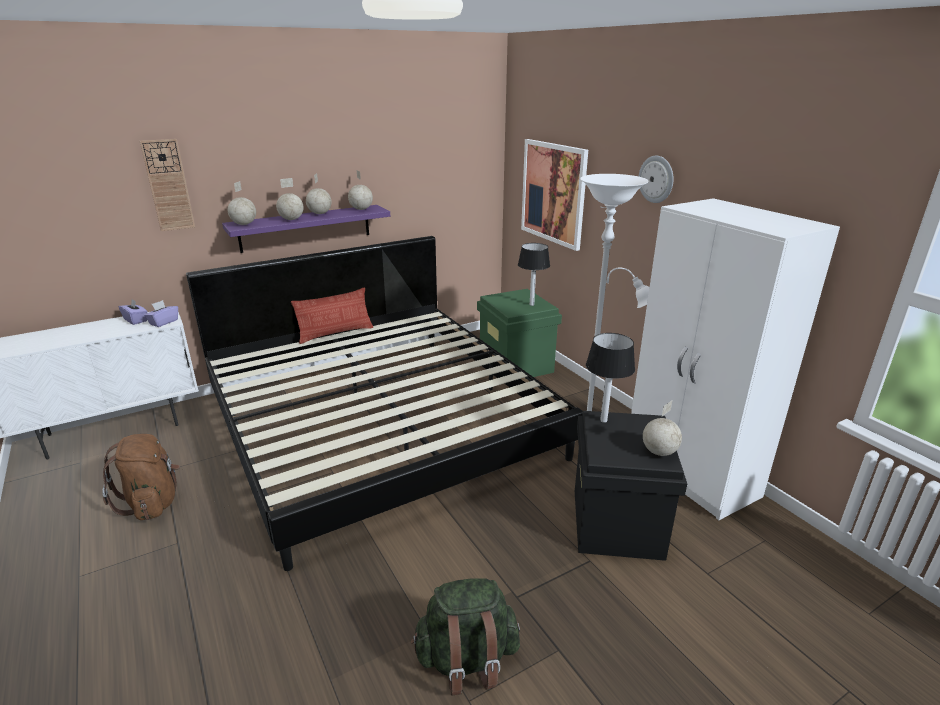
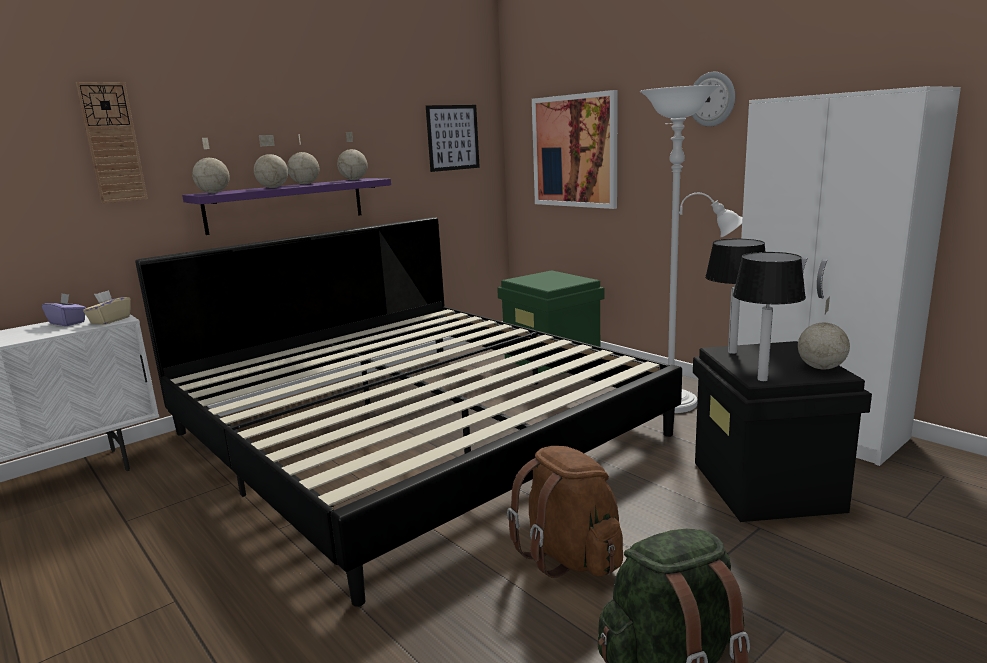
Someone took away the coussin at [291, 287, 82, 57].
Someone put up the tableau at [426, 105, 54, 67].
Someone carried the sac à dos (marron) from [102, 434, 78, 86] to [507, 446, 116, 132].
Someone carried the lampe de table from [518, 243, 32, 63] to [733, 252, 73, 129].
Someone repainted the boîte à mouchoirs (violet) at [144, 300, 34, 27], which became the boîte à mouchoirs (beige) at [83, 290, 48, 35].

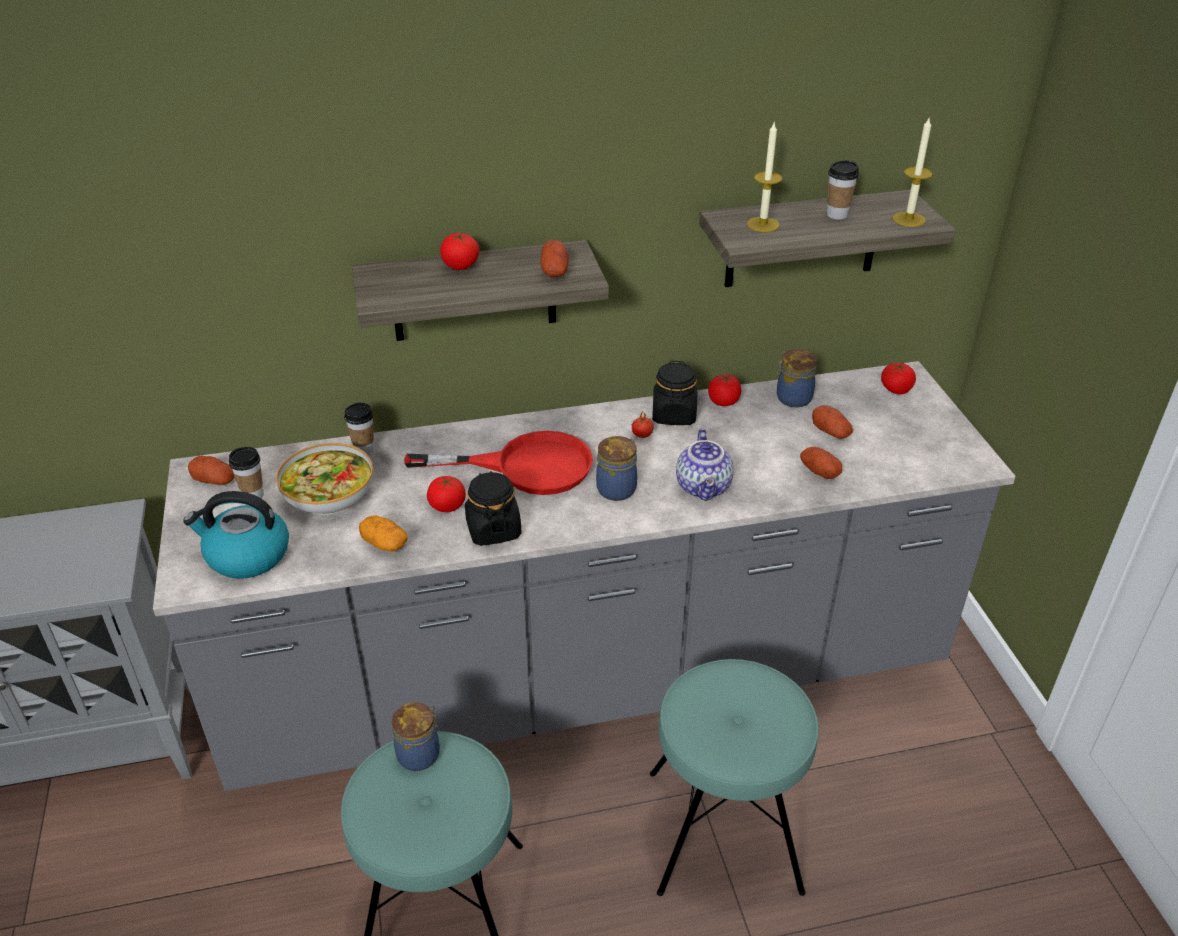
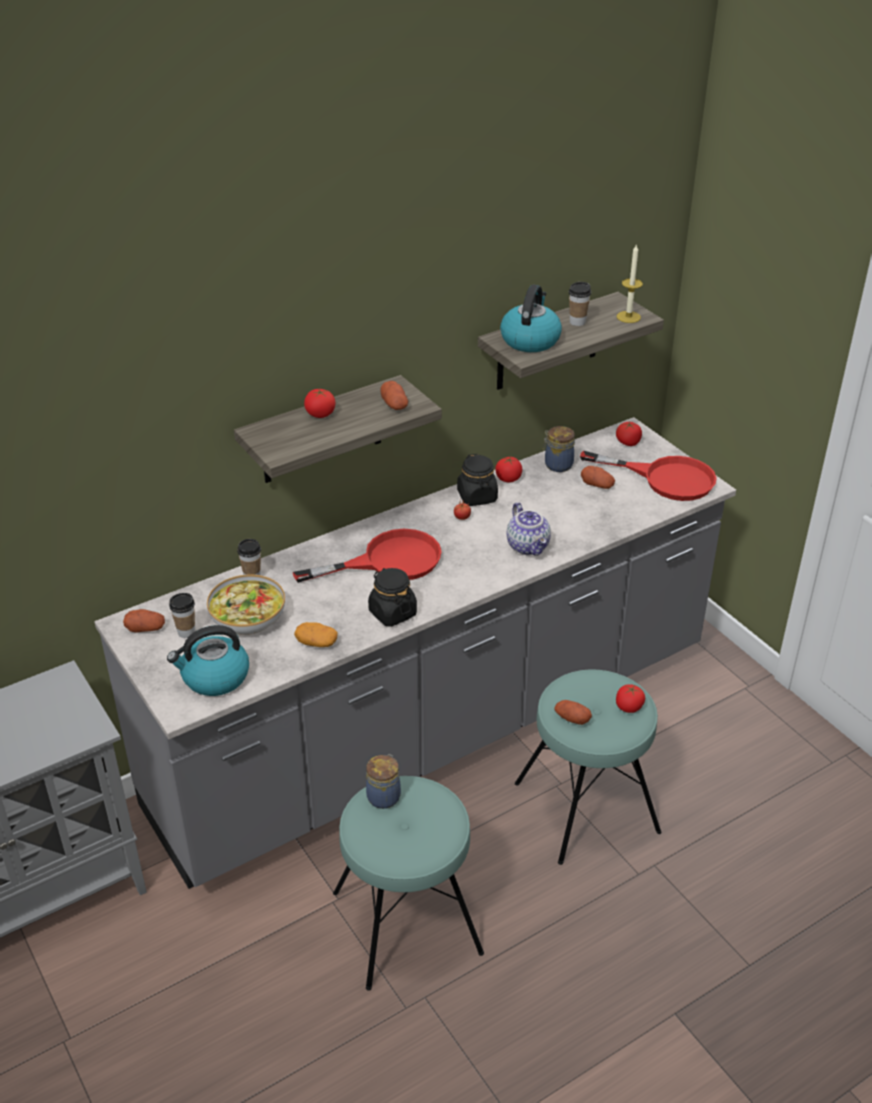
Someone took away the bocal at [596, 436, 41, 65].
Someone put down the poêle (rouge) at [580, 450, 137, 51].
Someone carried the tomate from [427, 476, 39, 36] to [616, 684, 29, 29].
Someone carried the pomme de terre from [800, 447, 42, 32] to [554, 700, 38, 25].
Someone swapped the bougie at [747, 123, 35, 109] for the bouilloire at [500, 285, 62, 67].

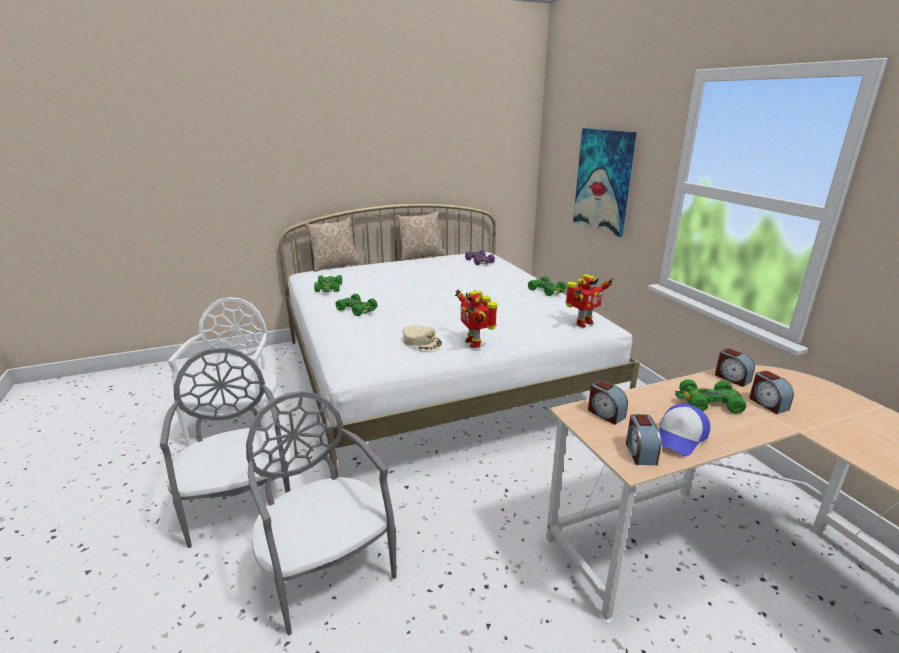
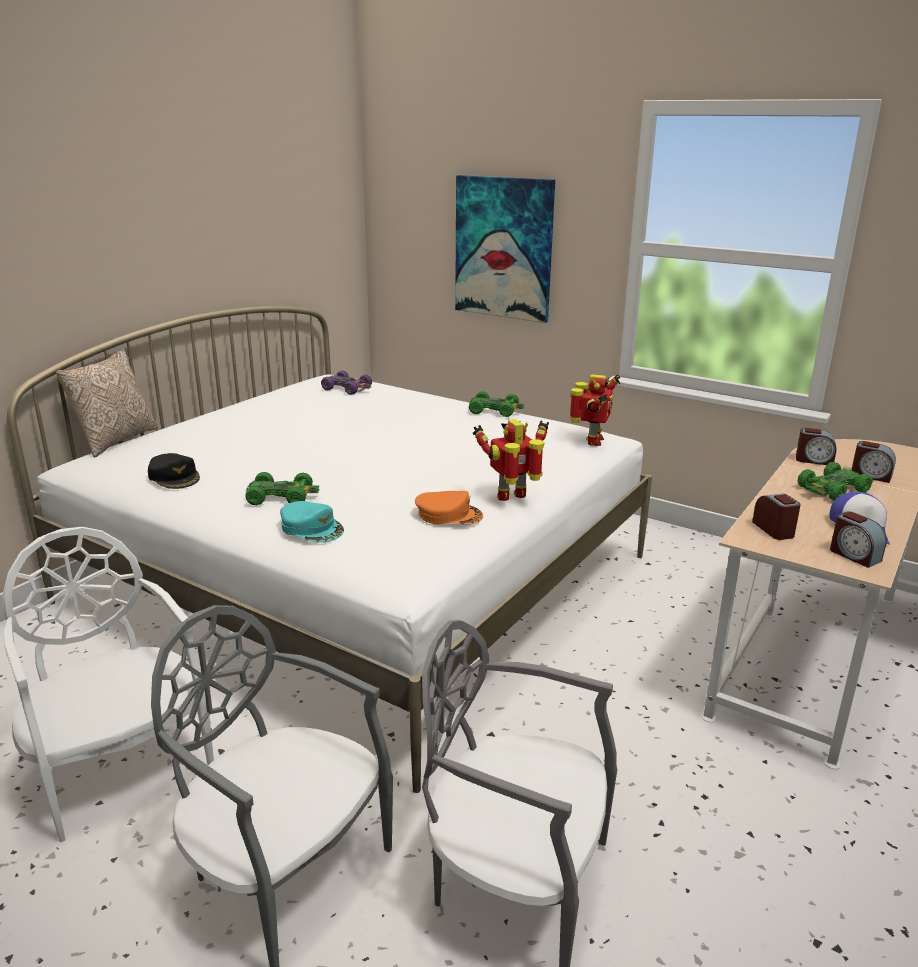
Someone took away the coussin at [396, 211, 49, 50].
Someone put down the casquette (turquoise) at [280, 501, 64, 42].
Someone swapped the petite voiture (vert) at [314, 275, 28, 17] for the casquette (noir) at [148, 453, 52, 36].
Someone repainted the casquette (beige) at [402, 325, 40, 26], which became the casquette (orange) at [415, 491, 68, 33].
Someone rotated the robot jouet at [455, 290, 42, 58] by 120 degrees clockwise.
Someone rotated the réveil at [588, 380, 40, 45] by 120 degrees counterclockwise.

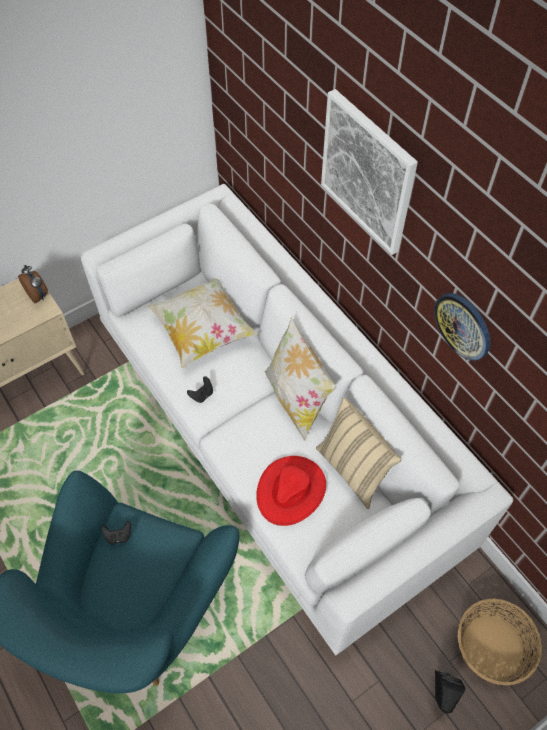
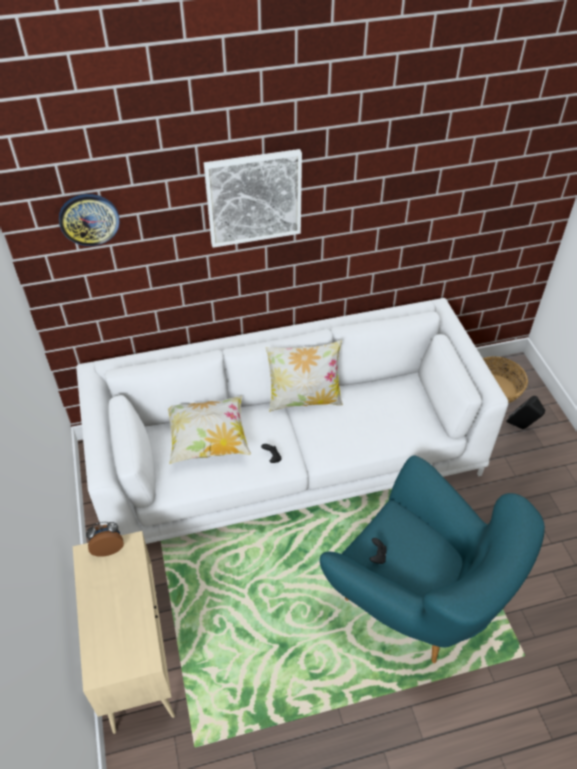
Someone took away the chapeau (rouge) at [256, 456, 70, 70].
Someone took away the coussin (beige) at [316, 397, 86, 112].
Someone carried the horloge murale from [434, 293, 56, 68] to [59, 194, 61, 52].

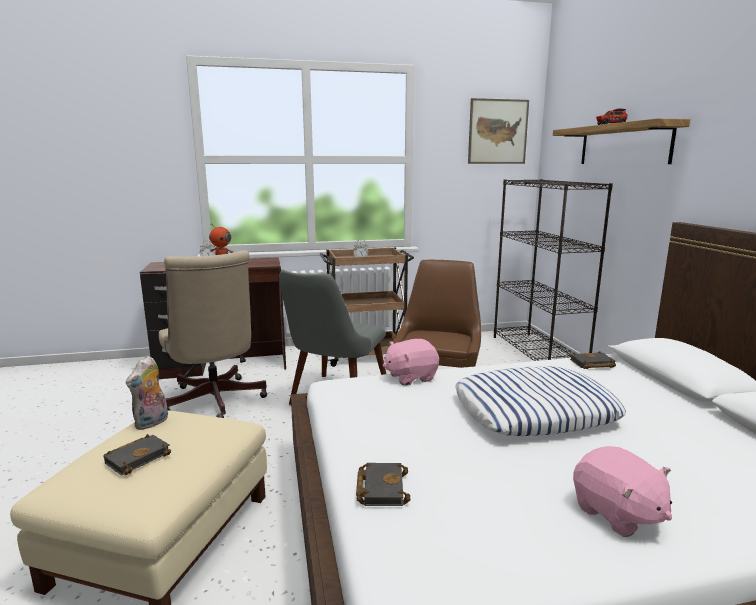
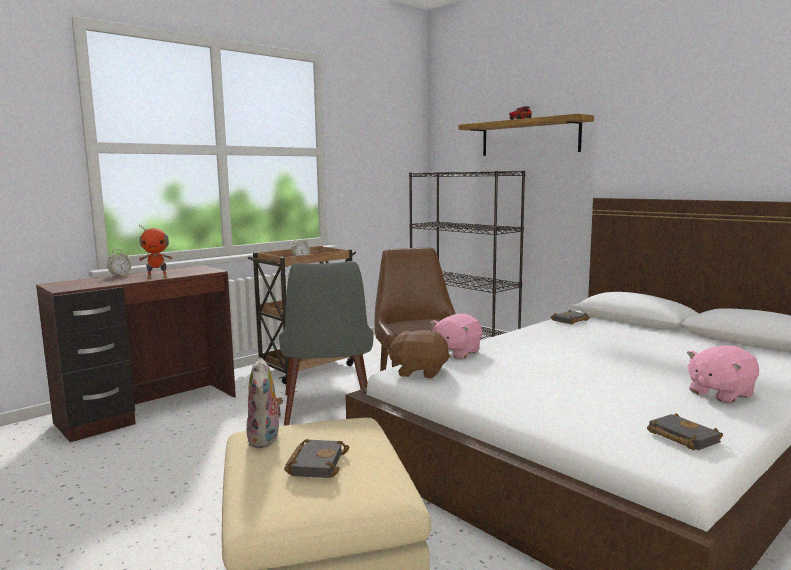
Someone took away the chaise de bureau (beige) at [159, 250, 108, 168].
Someone took away the coussin at [455, 366, 171, 70].
Someone took away the tableau at [468, 98, 61, 66].
Someone put down the peluche (marron) at [386, 330, 64, 48].
Someone carried the livre (noir) from [356, 463, 55, 43] to [647, 413, 76, 38].
Someone rotated the peluche (rose) at [573, 446, 99, 91] by 120 degrees clockwise.

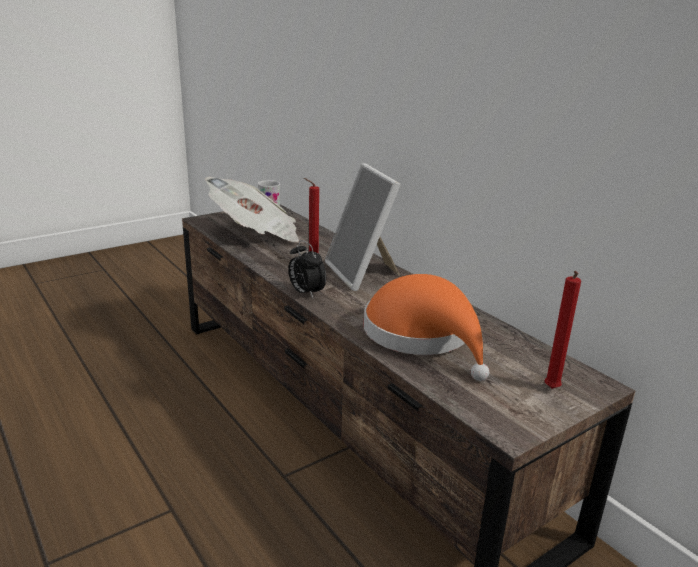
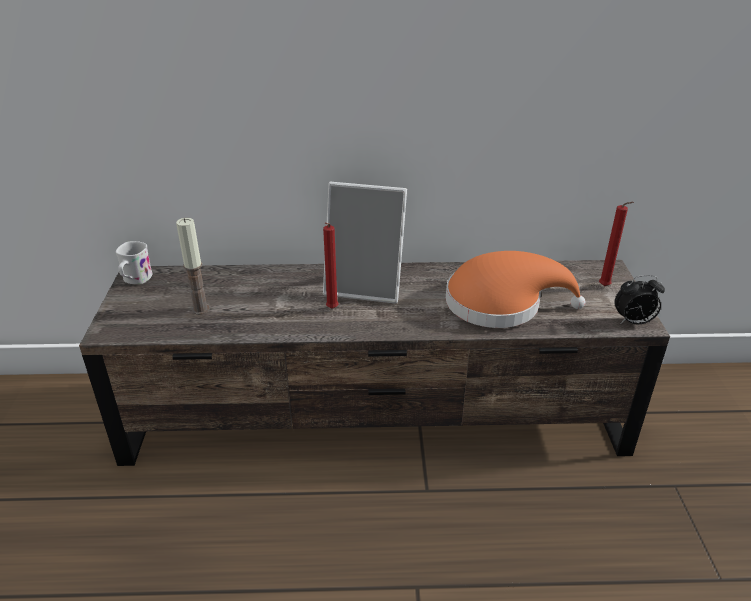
Someone carried the réveil from [288, 240, 38, 58] to [614, 275, 51, 49].
Someone swapped the journal at [205, 177, 94, 66] for the bougie at [176, 218, 34, 97].

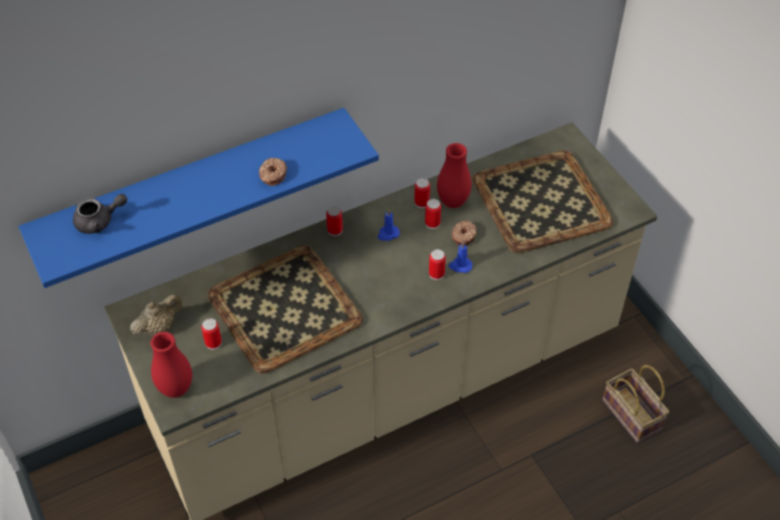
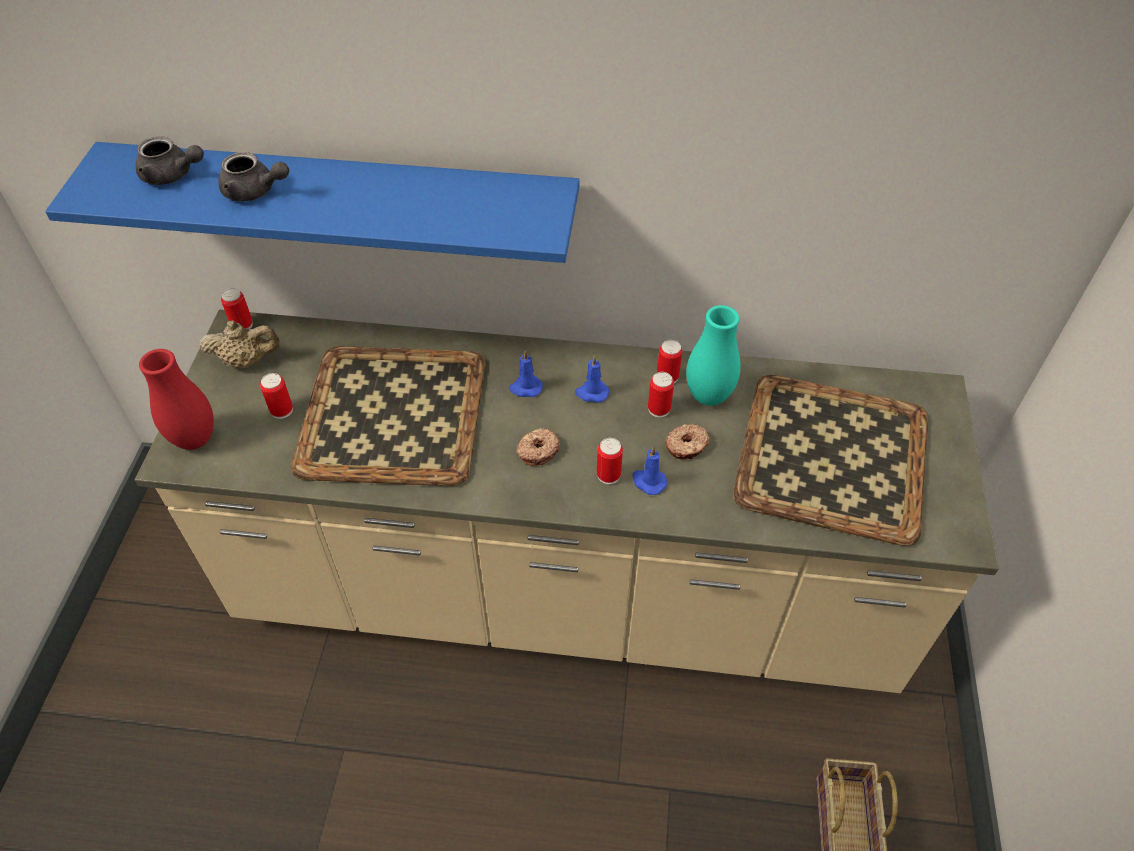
Someone put down the théière (gris) at [218, 152, 71, 49].
Someone put down the bougie (bleu) at [509, 350, 34, 47].
Someone carried the beignet from [259, 158, 28, 28] to [516, 428, 44, 38].
Someone carried the boîte métallique from [326, 206, 17, 30] to [221, 288, 32, 41].
Someone repainted the vase (rouge) at [437, 143, 35, 65], which became the vase (turquoise) at [686, 305, 55, 101].

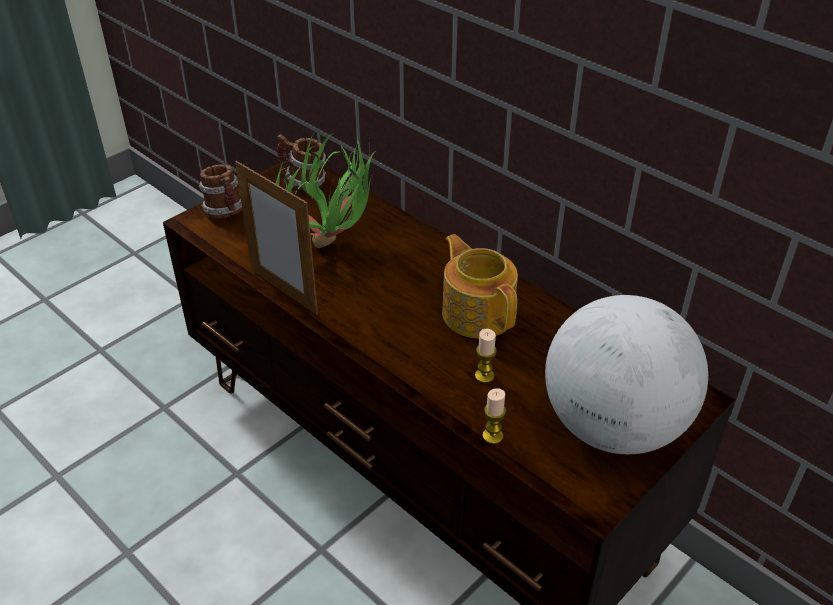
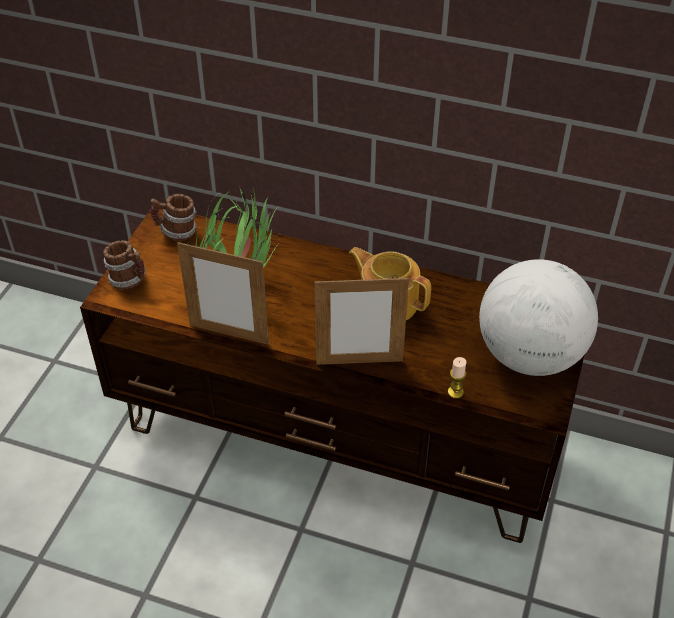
Someone took away the bougie at [475, 329, 22, 54].
Someone put down the cadre photo at [314, 275, 95, 90].

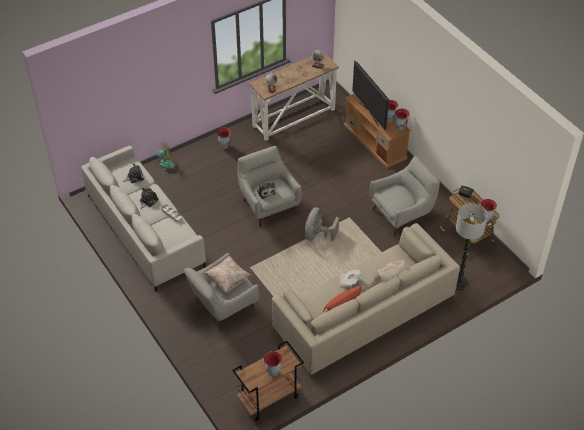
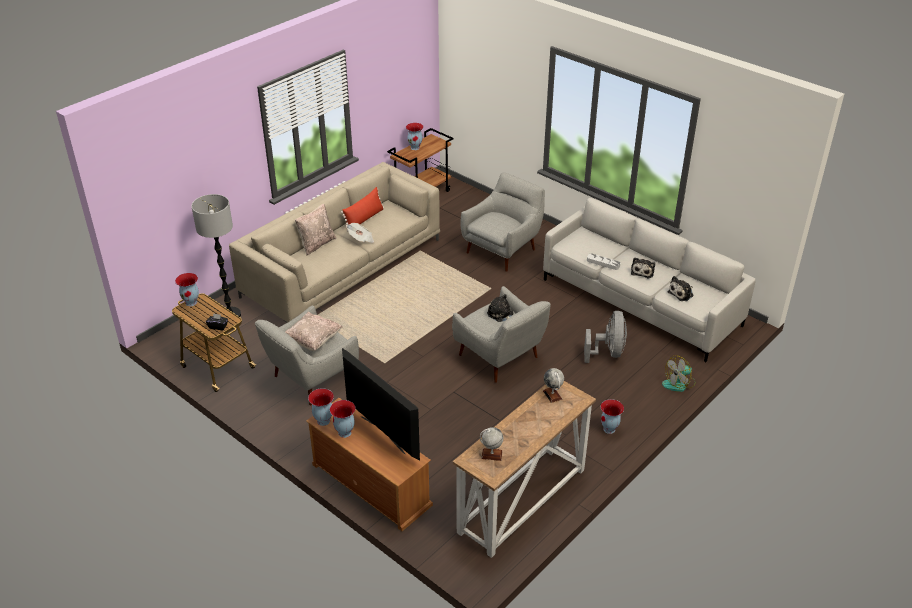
Someone carried the coussin (beige) from [205, 256, 46, 36] to [285, 312, 58, 39].
Someone carried the ventilateur (gris) from [305, 207, 34, 34] to [584, 311, 43, 52].

